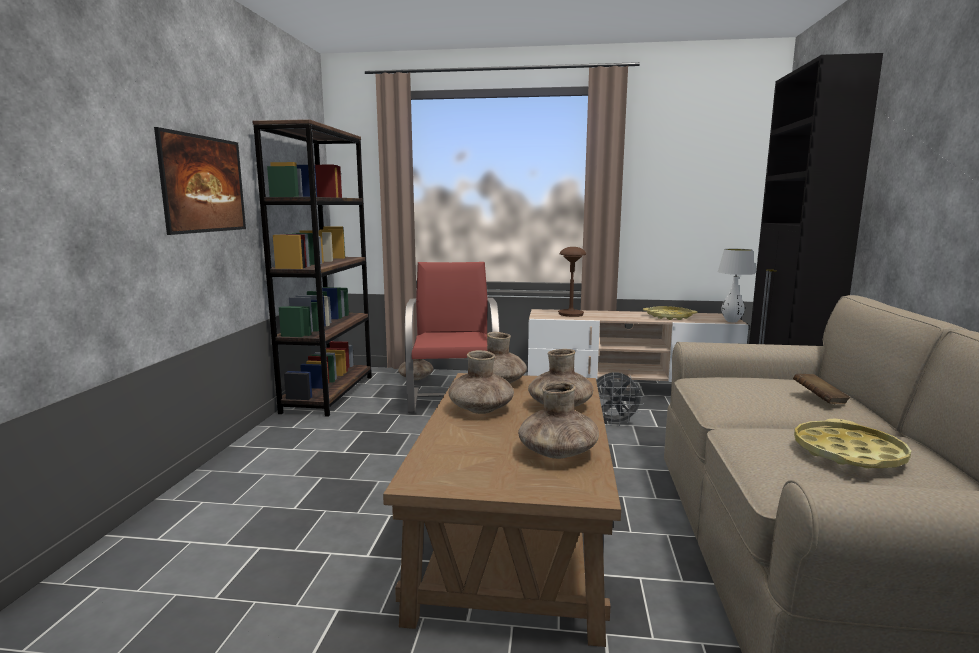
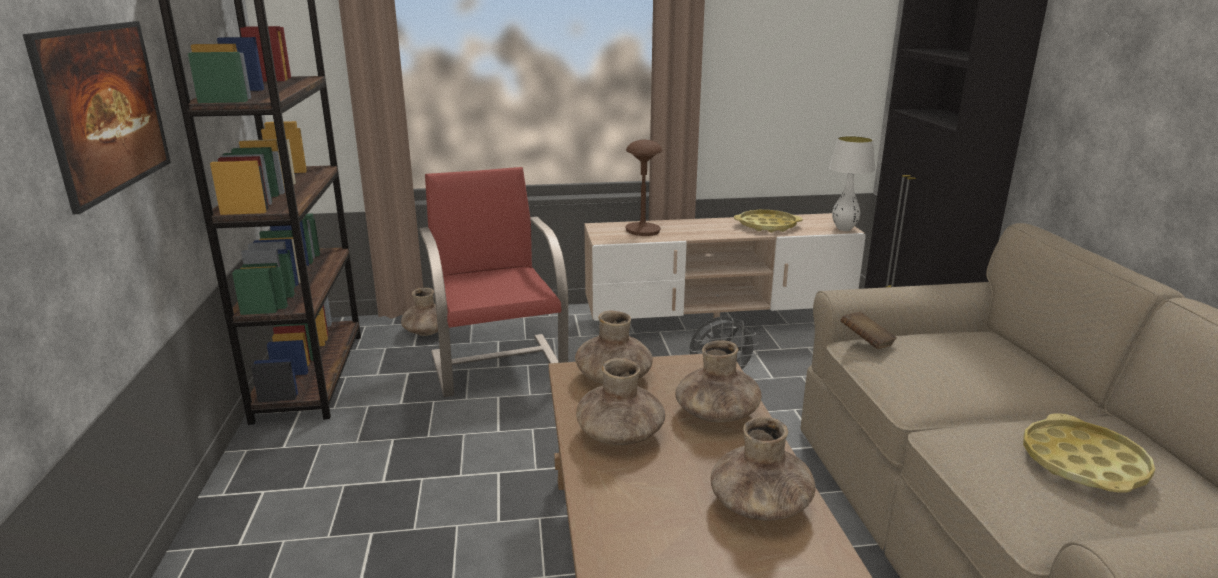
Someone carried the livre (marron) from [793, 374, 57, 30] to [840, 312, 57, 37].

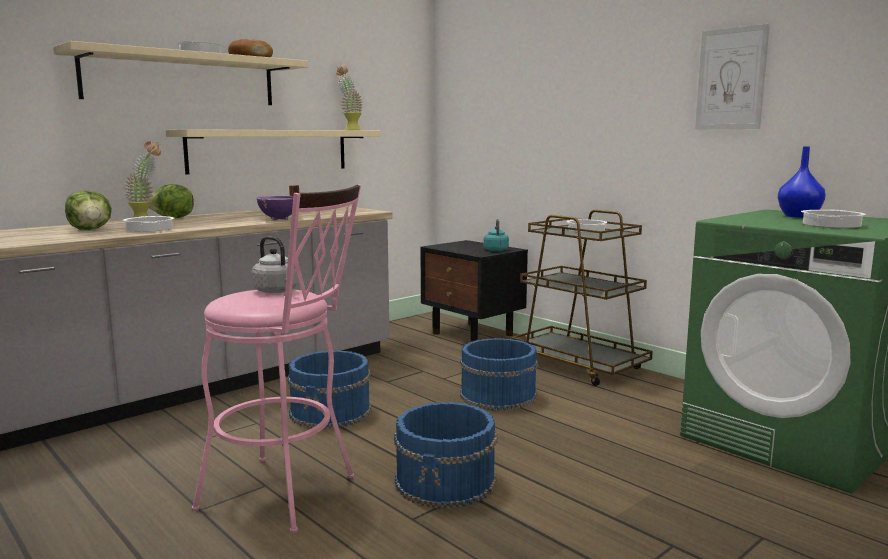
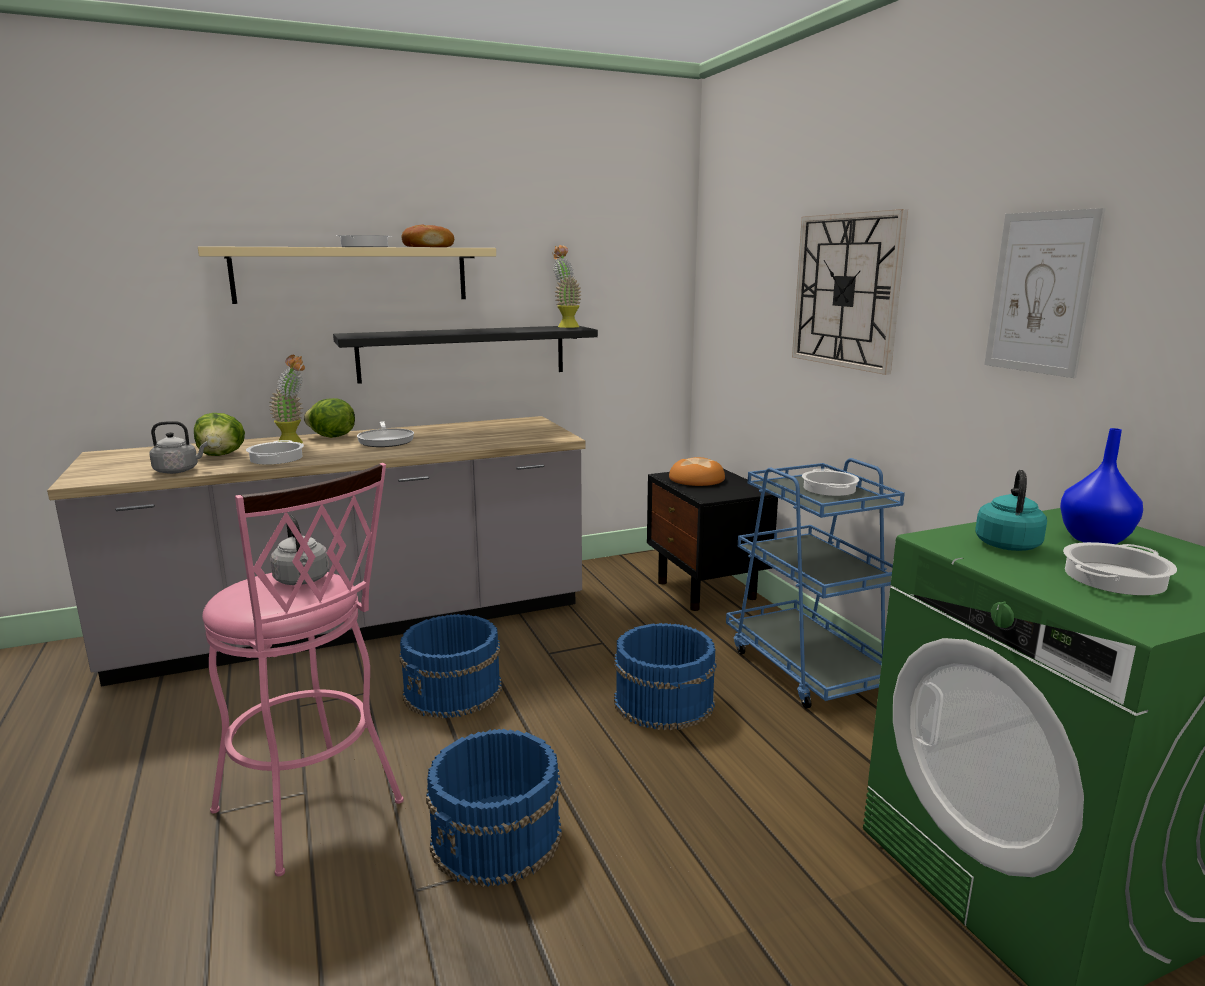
Someone took away the marmite (violet) at [256, 185, 43, 35].
Someone put down the bouilloire (gris) at [150, 421, 58, 53].
Someone put down the poêle at [357, 421, 57, 26].
Someone put down the pain at [669, 457, 56, 29].
Someone put up the horloge murale at [792, 209, 116, 166].
Someone carried the bouilloire (turquoise) from [484, 219, 25, 32] to [975, 470, 72, 81].
Someone repainted the étagère (beige) at [166, 129, 214, 45], which became the étagère (noir) at [333, 326, 265, 58].
Someone repainted the chariot (marron) at [511, 210, 142, 176], which became the chariot (bleu) at [726, 458, 179, 251].

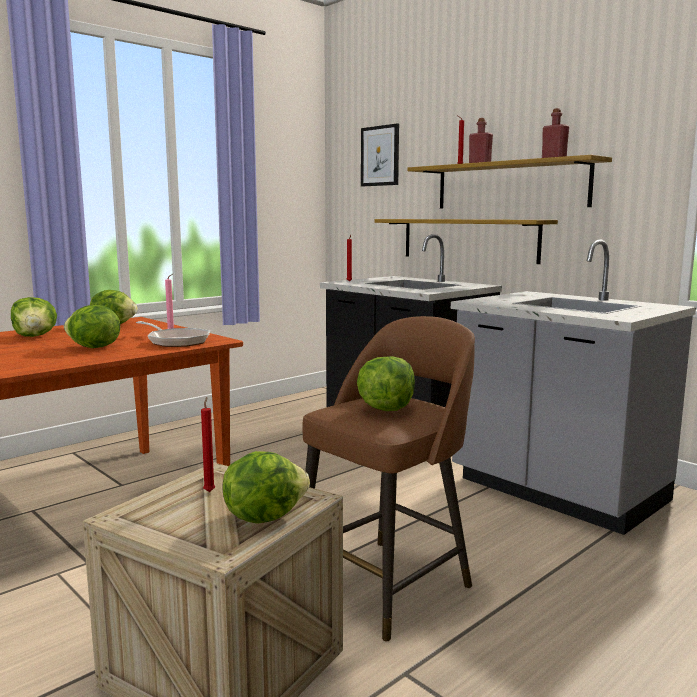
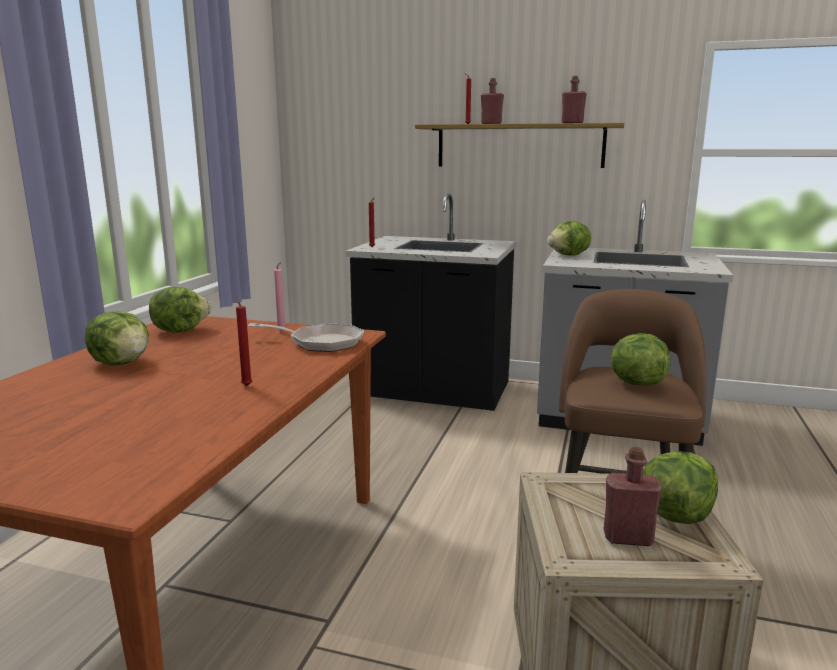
Someone took away the tableau at [361, 123, 38, 63].
Someone took away the étagère at [374, 219, 184, 45].
Someone put down the bouteille (rouge) at [604, 447, 58, 99].
Someone carried the laitue from [64, 305, 56, 43] to [547, 221, 44, 35].
Someone carried the bougie (rouge) from [201, 397, 14, 95] to [236, 296, 16, 90].

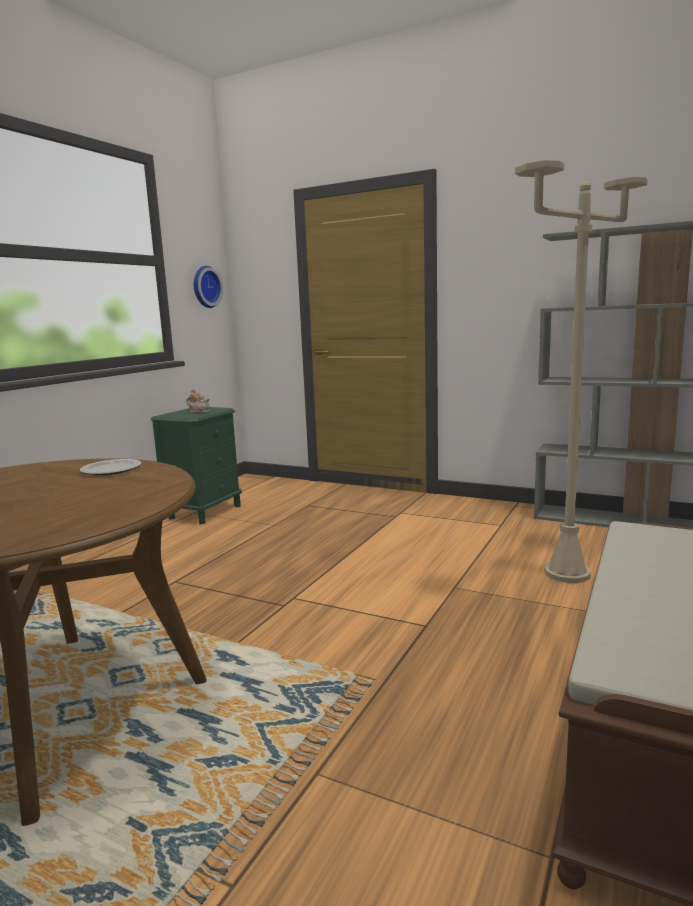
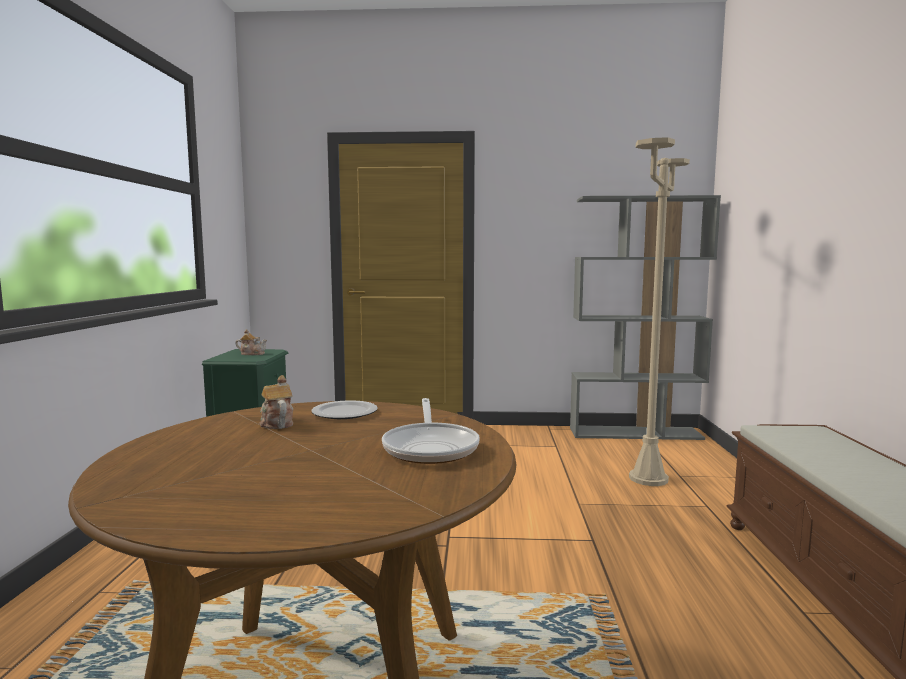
Someone took away the horloge murale at [194, 266, 29, 42].
Someone put down the théière at [259, 375, 34, 54].
Someone put down the poêle at [382, 398, 98, 66].

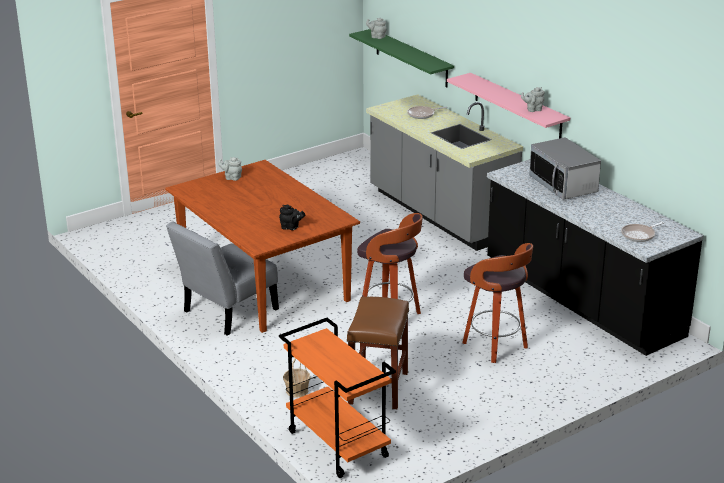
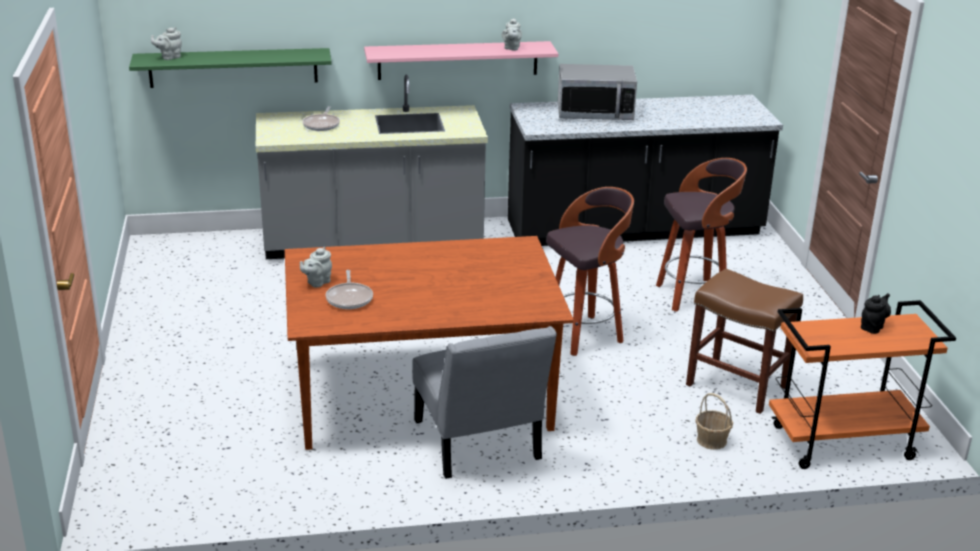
Someone carried the théière (noir) from [279, 205, 26, 25] to [861, 293, 30, 41].
Someone carried the poêle from [621, 222, 43, 20] to [326, 270, 47, 39].

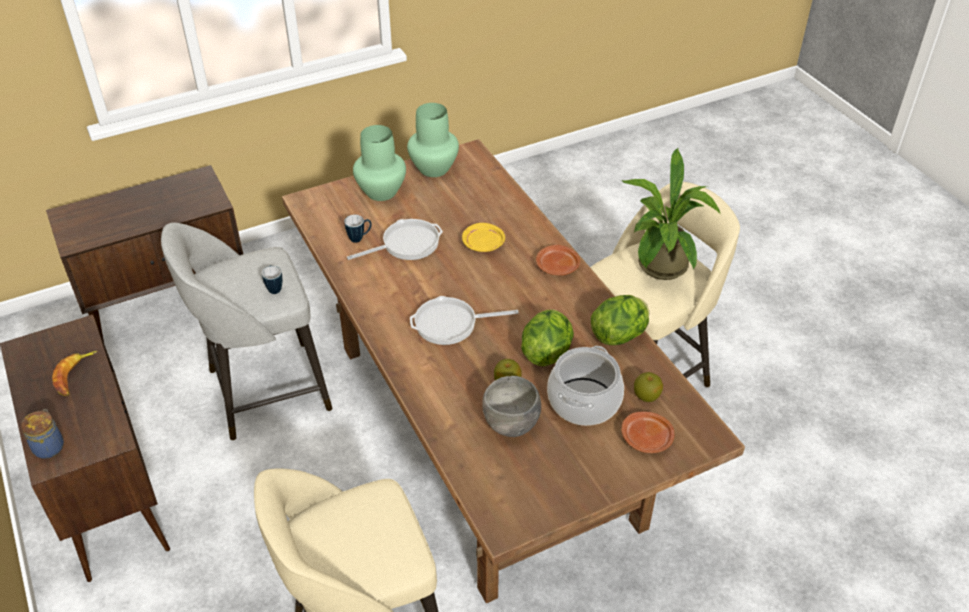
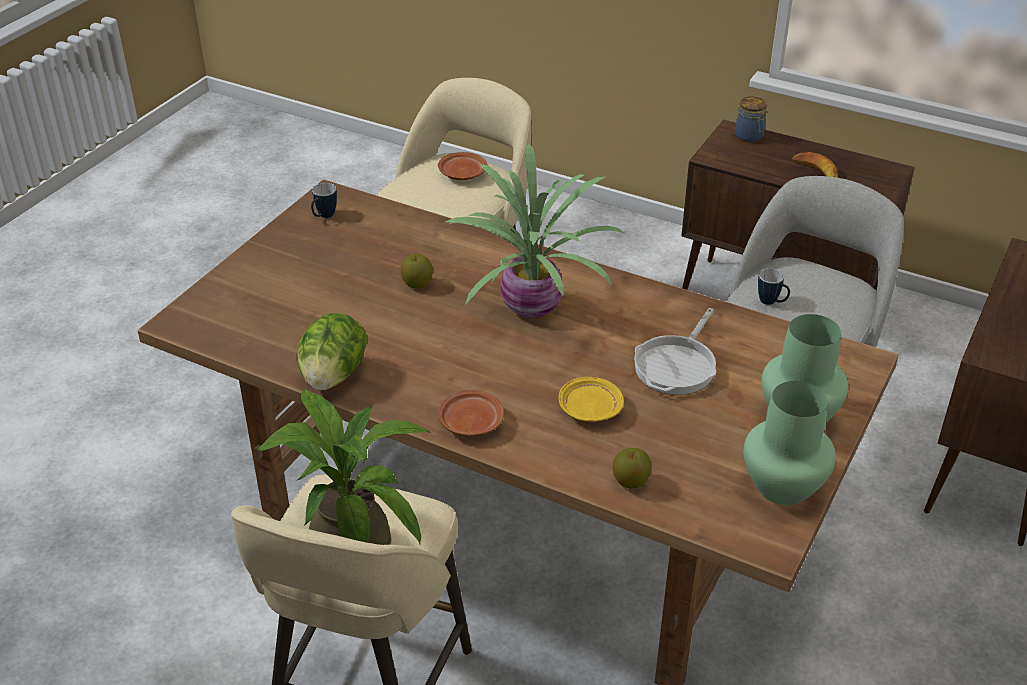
Someone took away the bol (gris) at [482, 376, 59, 61].
Someone took away the laitue at [521, 310, 53, 56].
Someone took away the marmite at [547, 346, 77, 80].
Someone carried the mug from [344, 215, 27, 28] to [311, 183, 26, 35].
Someone carried the assiette (marron) from [622, 411, 52, 42] to [438, 152, 50, 28].
Someone carried the pomme from [634, 372, 29, 30] to [613, 448, 39, 41].
Someone swapped the poêle at [410, 296, 109, 49] for the plante en pot at [445, 144, 180, 174].

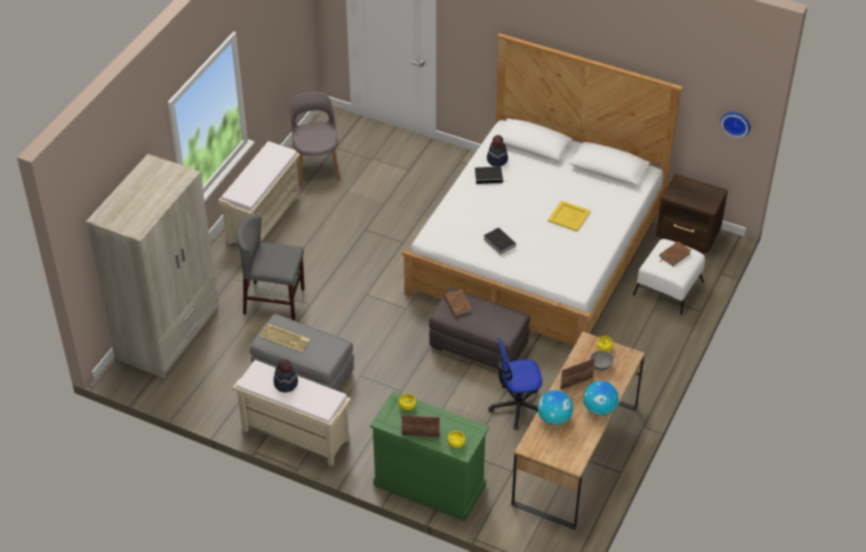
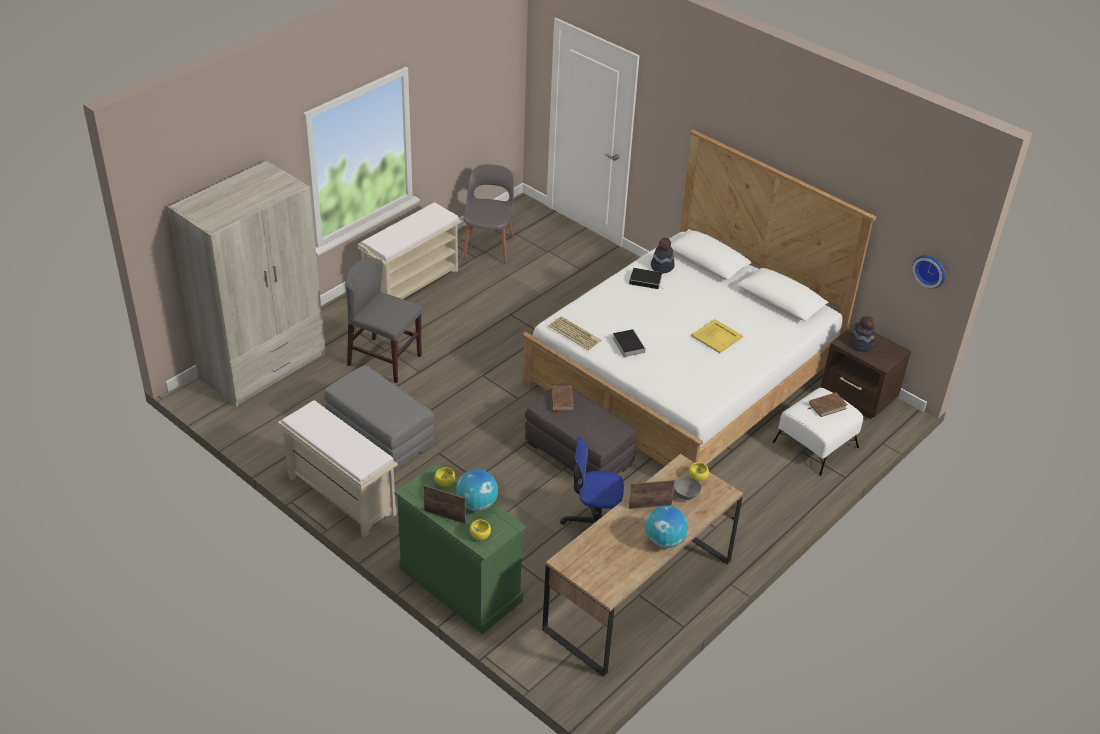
Someone carried the clavier from [259, 324, 51, 28] to [549, 316, 52, 35].
Someone carried the chapeau from [274, 359, 24, 34] to [849, 316, 26, 35].
Someone carried the globe from [538, 390, 35, 35] to [456, 469, 42, 42].

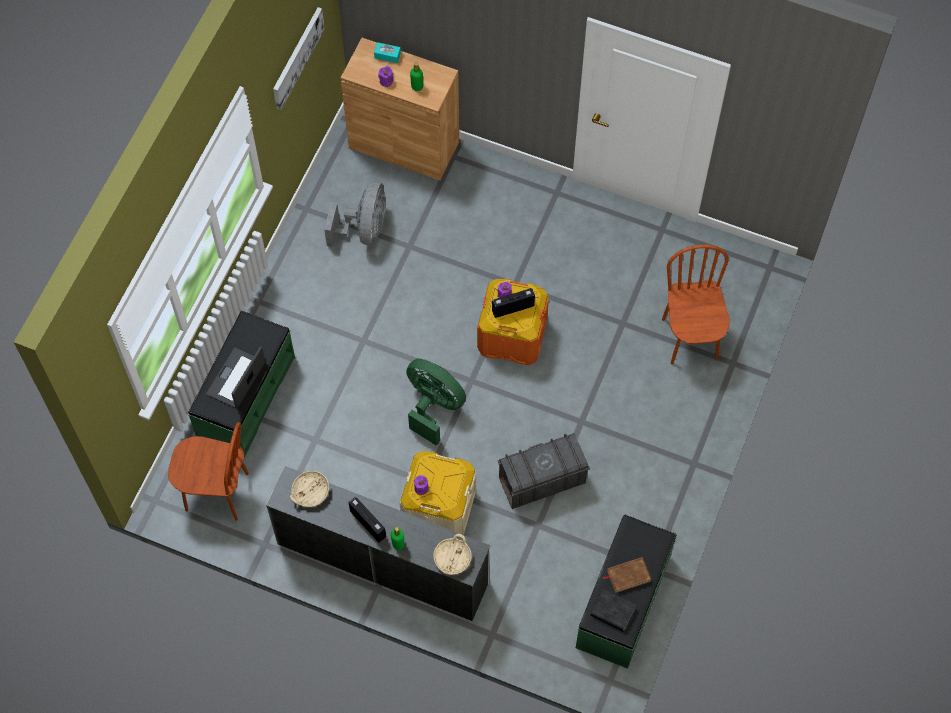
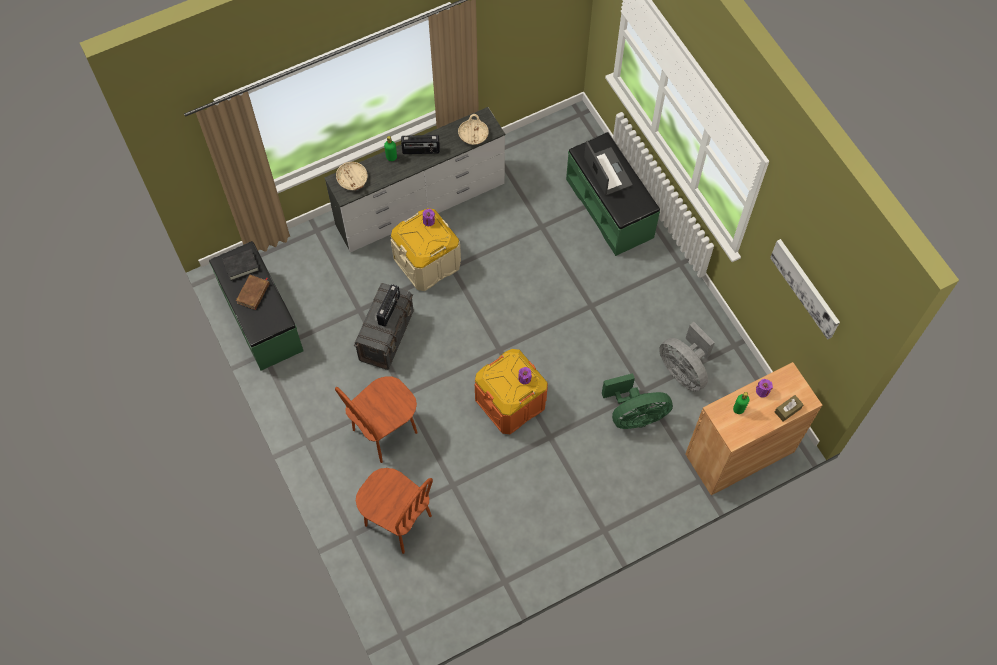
Someone carried the chaise (marron) from [168, 422, 81, 99] to [335, 376, 83, 87].
Someone carried the ventilateur (vert) from [406, 359, 60, 87] to [602, 373, 71, 56].
Someone carried the radio from [492, 288, 43, 30] to [377, 284, 23, 43].
Someone repainted the boîte à mouchoirs (turquoise) at [374, 42, 27, 21], which became the boîte à mouchoirs (marron) at [775, 395, 29, 27].

